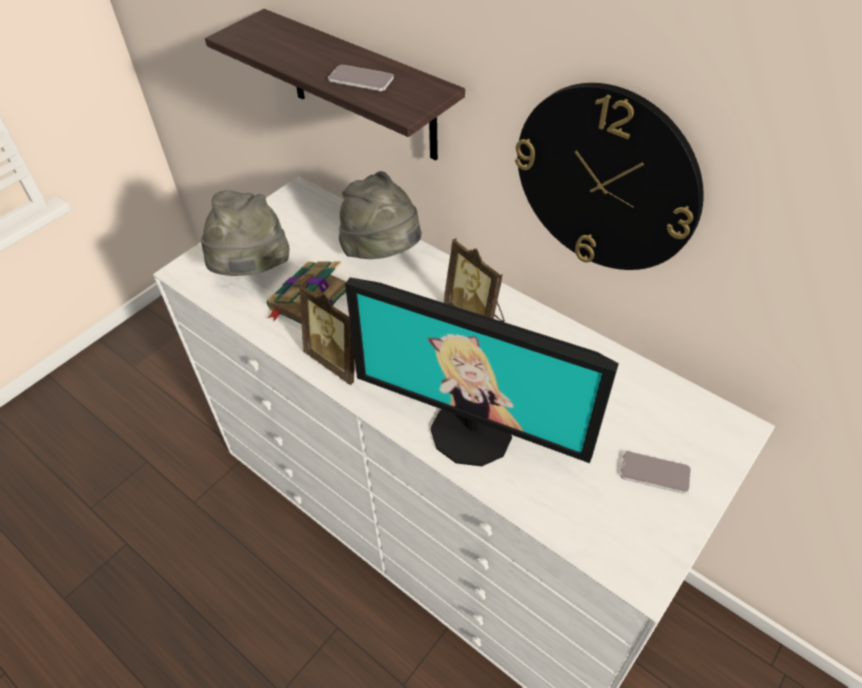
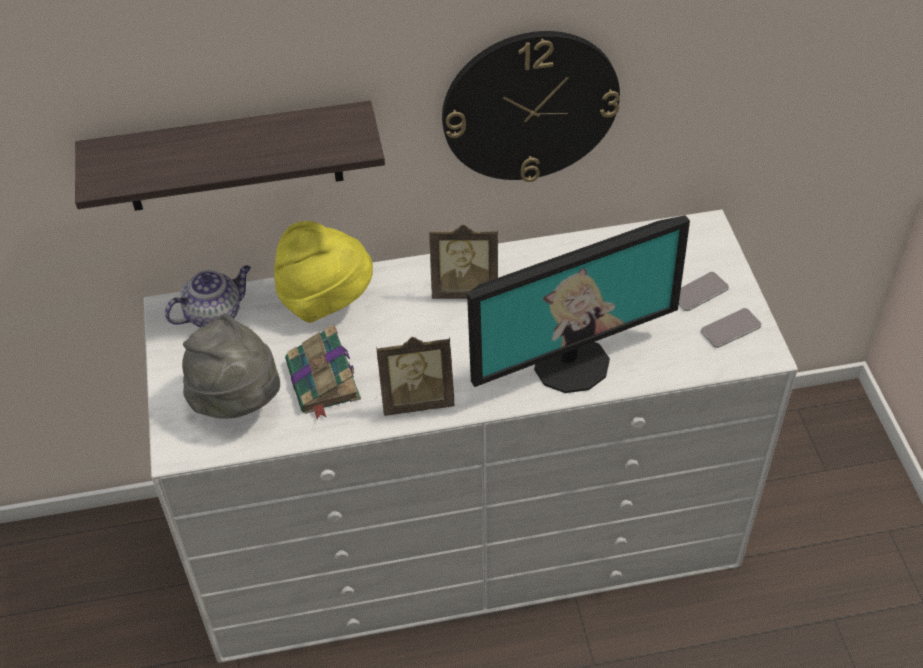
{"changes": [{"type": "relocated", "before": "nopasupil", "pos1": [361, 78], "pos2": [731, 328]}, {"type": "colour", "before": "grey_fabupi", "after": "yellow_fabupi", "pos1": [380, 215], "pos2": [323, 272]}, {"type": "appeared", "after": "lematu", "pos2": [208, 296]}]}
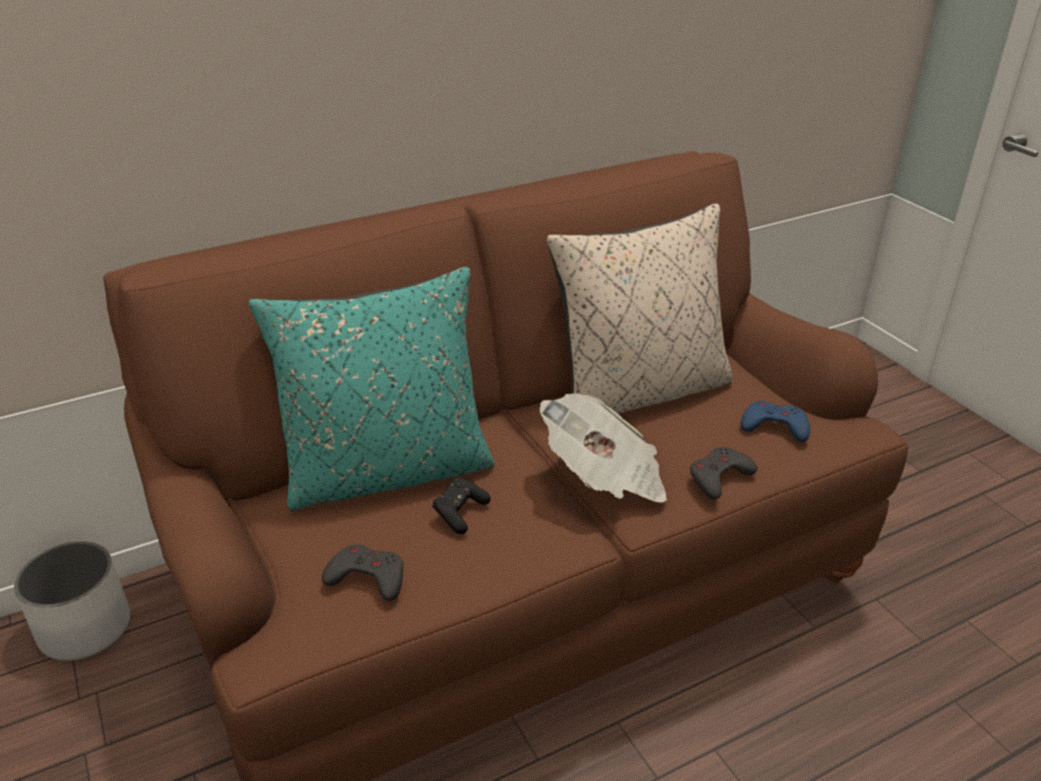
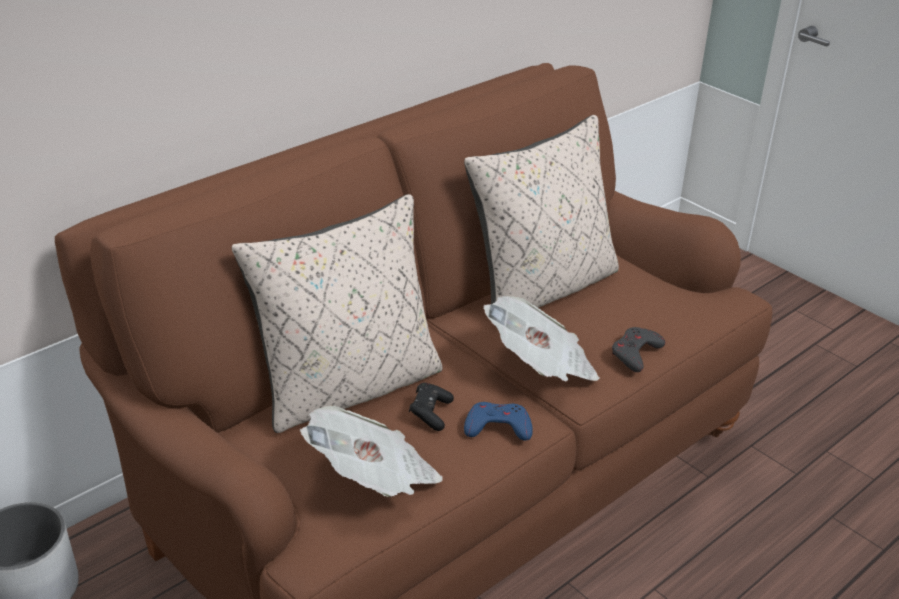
{"changes": [{"type": "colour", "before": "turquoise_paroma", "after": "beige_paroma", "pos1": [371, 388], "pos2": [337, 313]}, {"type": "exchanged", "before": "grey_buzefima", "after": "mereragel", "pos1": [362, 572], "pos2": [371, 451]}, {"type": "relocated", "before": "blue_buzefima", "pos1": [775, 420], "pos2": [498, 421]}]}
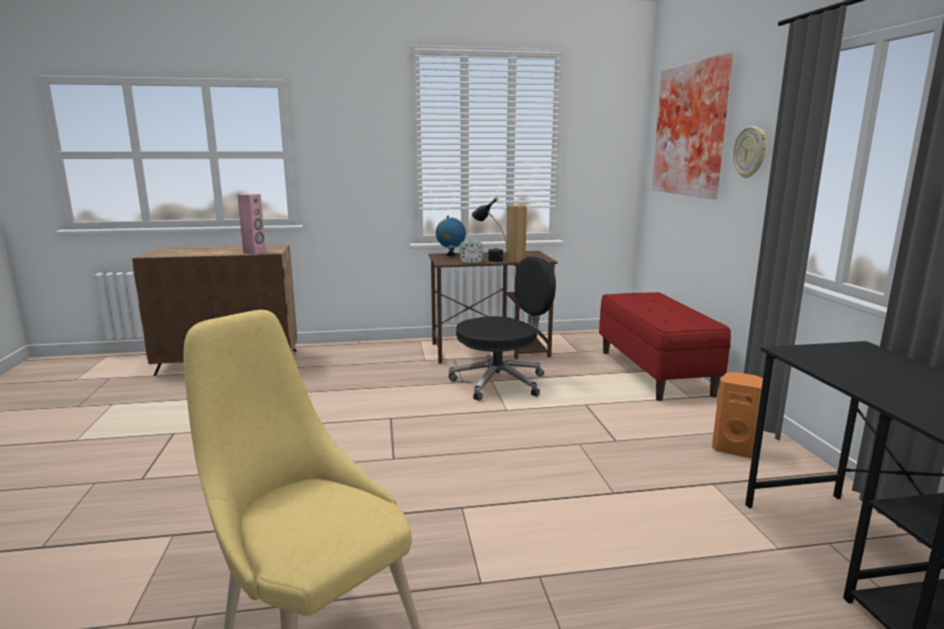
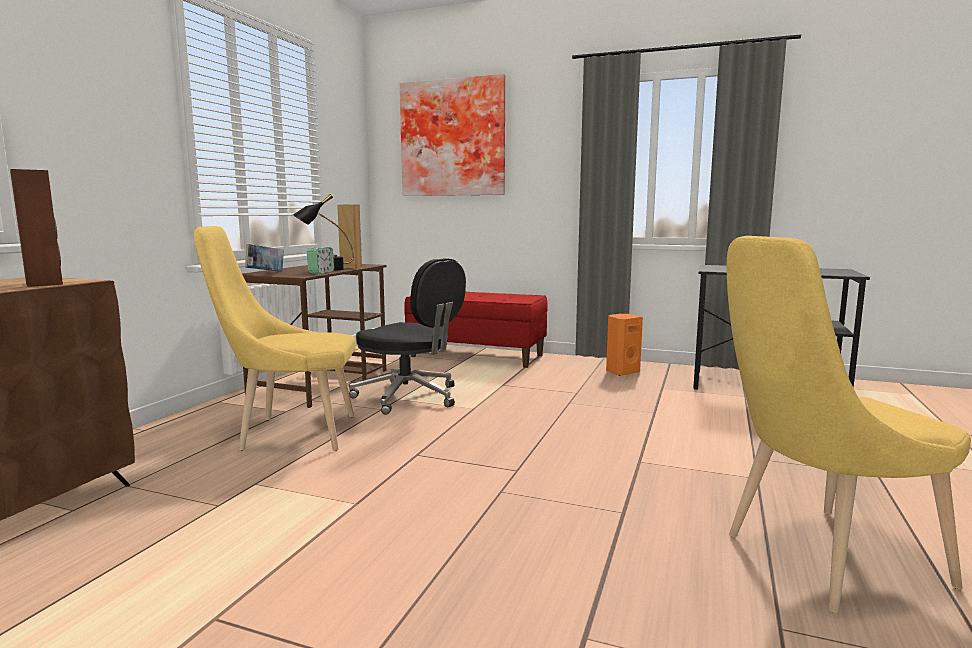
{"changes": [{"type": "colour", "before": "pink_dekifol", "after": "brown_dekifol", "pos1": [251, 224], "pos2": [36, 228]}, {"type": "exchanged", "before": "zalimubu", "after": "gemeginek", "pos1": [451, 236], "pos2": [264, 258]}, {"type": "spun", "before": "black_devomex", "pos1": [502, 328], "pos2": [407, 336], "turn": 120}, {"type": "missing", "before": "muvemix", "pos1": [749, 152]}, {"type": "appeared", "after": "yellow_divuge", "pos2": [274, 338]}]}
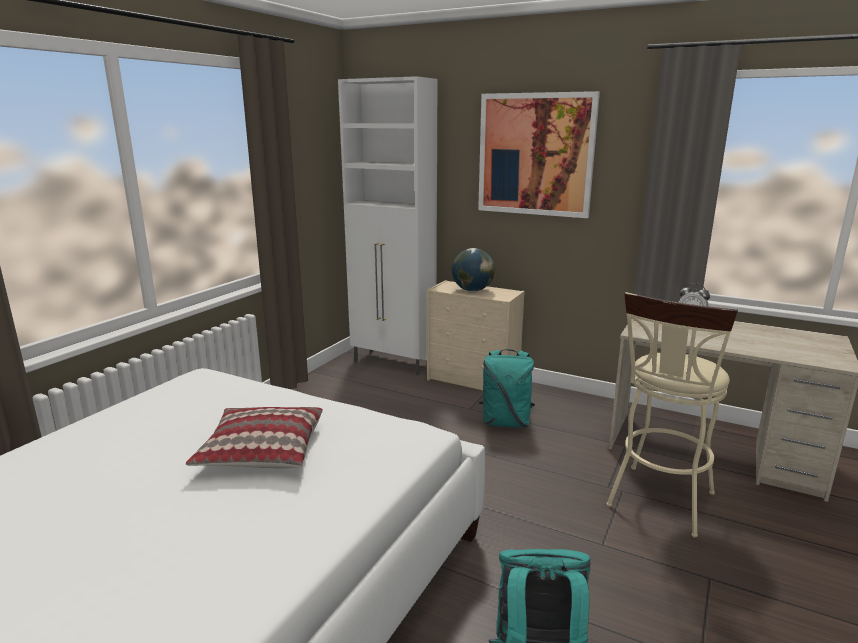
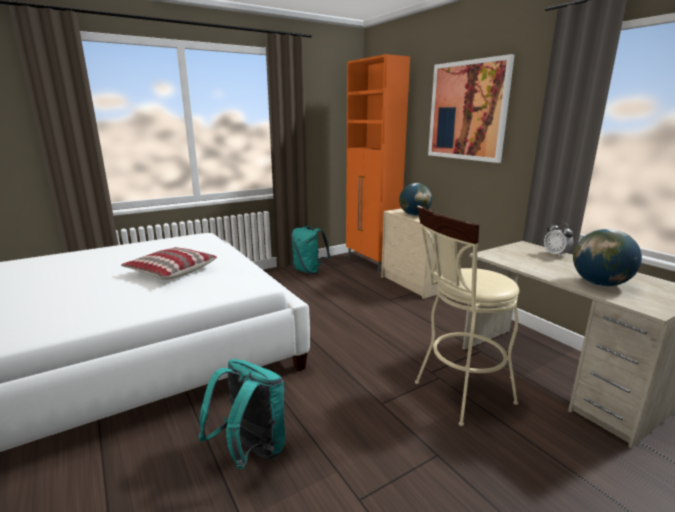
{"changes": [{"type": "colour", "before": "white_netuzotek", "after": "orange_netuzotek", "pos1": [387, 225], "pos2": [378, 164]}, {"type": "relocated", "before": "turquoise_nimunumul", "pos1": [507, 388], "pos2": [310, 250]}, {"type": "appeared", "after": "zalimubu", "pos2": [607, 257]}]}
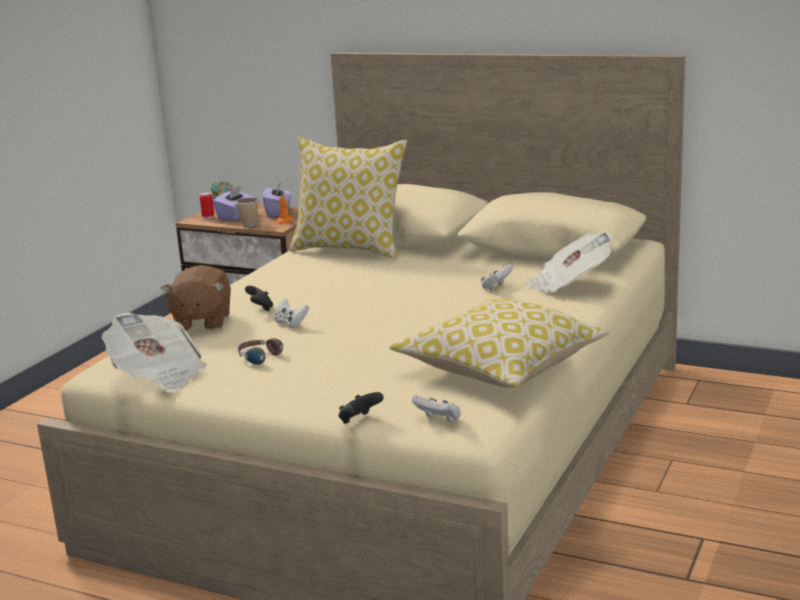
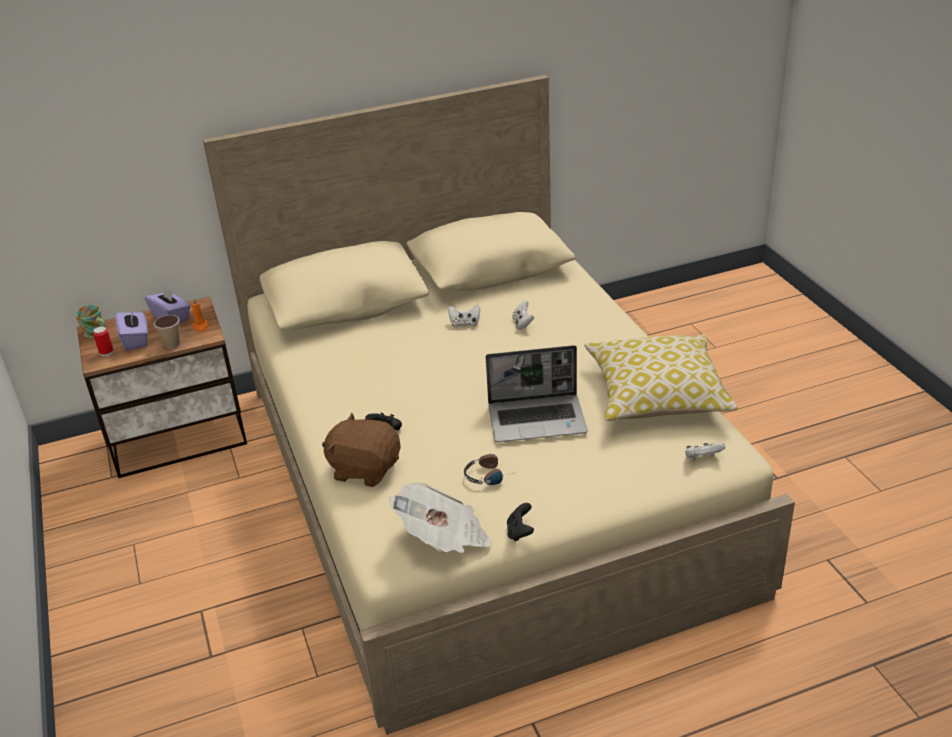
{"changes": [{"type": "spun", "before": "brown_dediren", "pos1": [196, 298], "pos2": [361, 450], "turn": 150}, {"type": "relocated", "before": "white_buzefima", "pos1": [291, 313], "pos2": [464, 316]}, {"type": "missing", "before": "paroma", "pos1": [348, 198]}, {"type": "relocated", "before": "black_buzefima", "pos1": [361, 408], "pos2": [520, 522]}, {"type": "missing", "before": "mereragel", "pos1": [569, 262]}, {"type": "appeared", "after": "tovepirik", "pos2": [537, 393]}]}
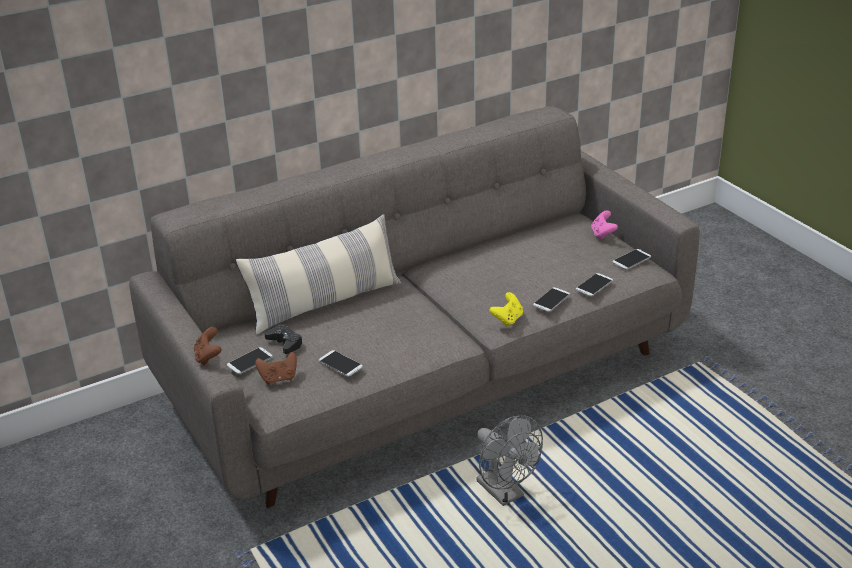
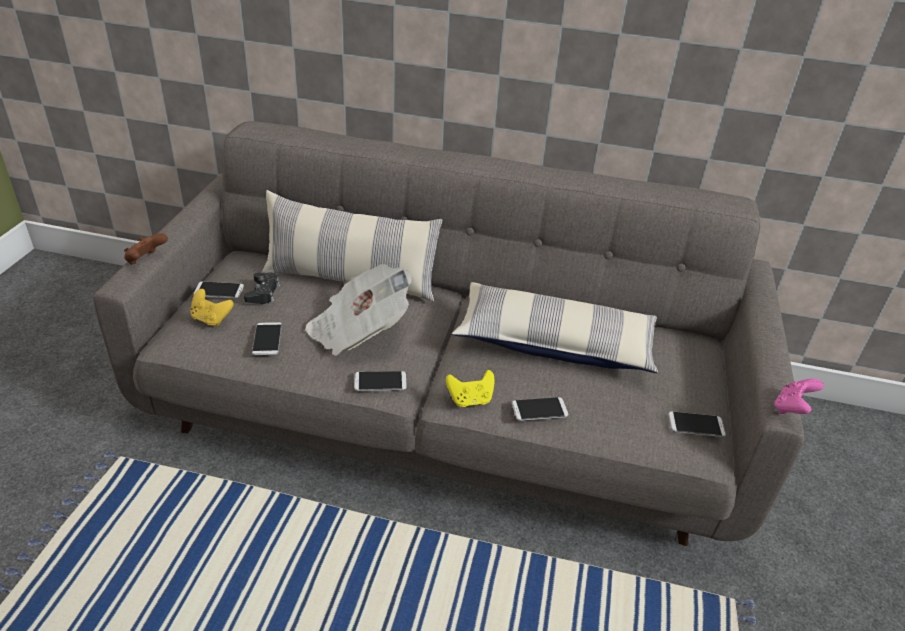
{"changes": [{"type": "colour", "before": "brown_buzefima", "after": "yellow_buzefima", "pos1": [276, 368], "pos2": [212, 308]}, {"type": "missing", "before": "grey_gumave", "pos1": [509, 460]}, {"type": "relocated", "before": "nopasupil", "pos1": [594, 284], "pos2": [380, 381]}, {"type": "relocated", "before": "pink_buzefima", "pos1": [604, 225], "pos2": [799, 396]}, {"type": "appeared", "after": "mereragel", "pos2": [359, 310]}, {"type": "appeared", "after": "paroma", "pos2": [555, 327]}]}
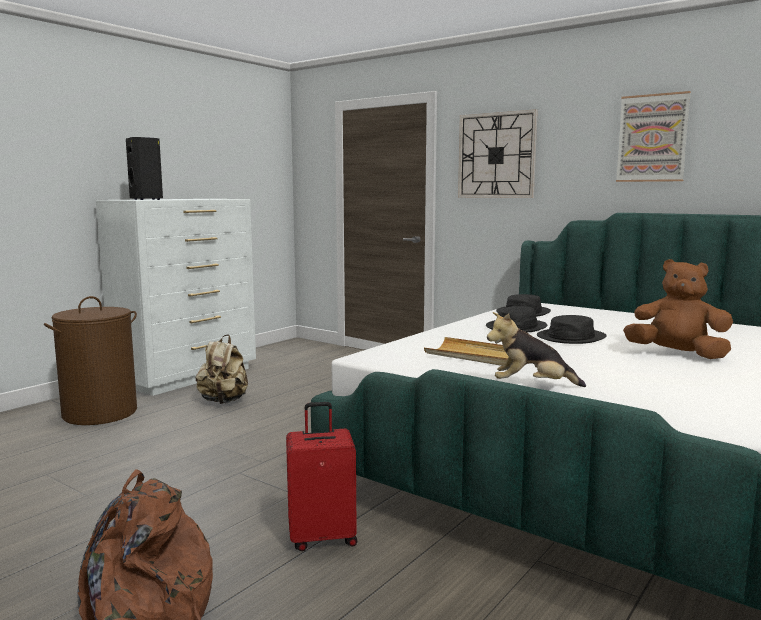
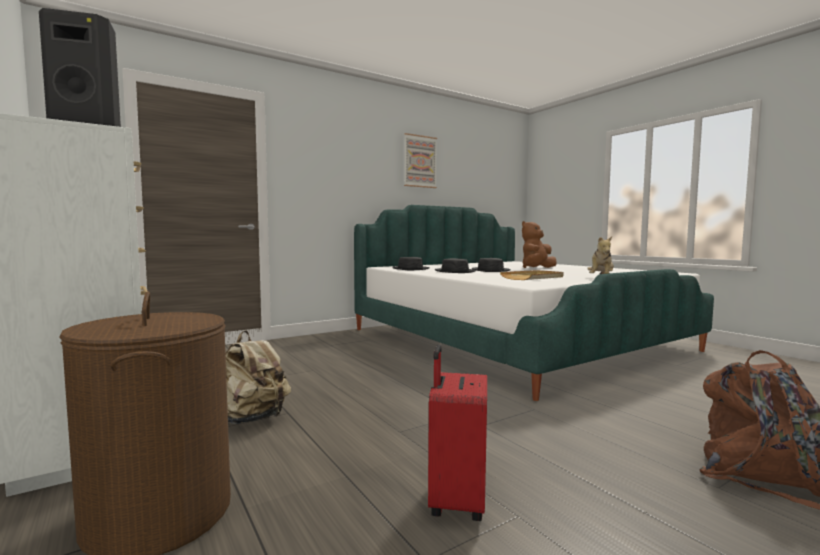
{"changes": [{"type": "relocated", "before": "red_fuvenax", "pos1": [321, 476], "pos2": [457, 433]}, {"type": "missing", "before": "muvemix", "pos1": [498, 153]}]}
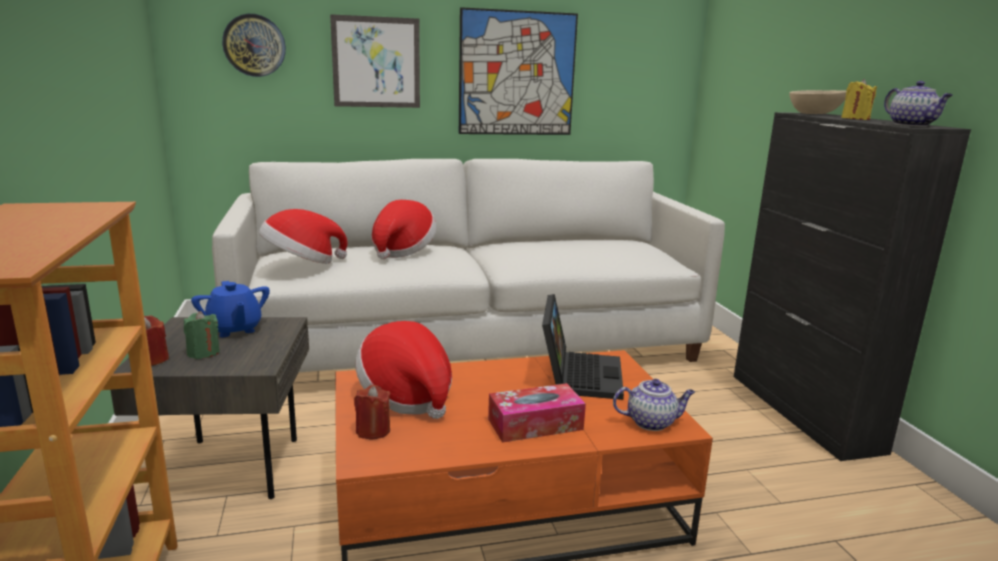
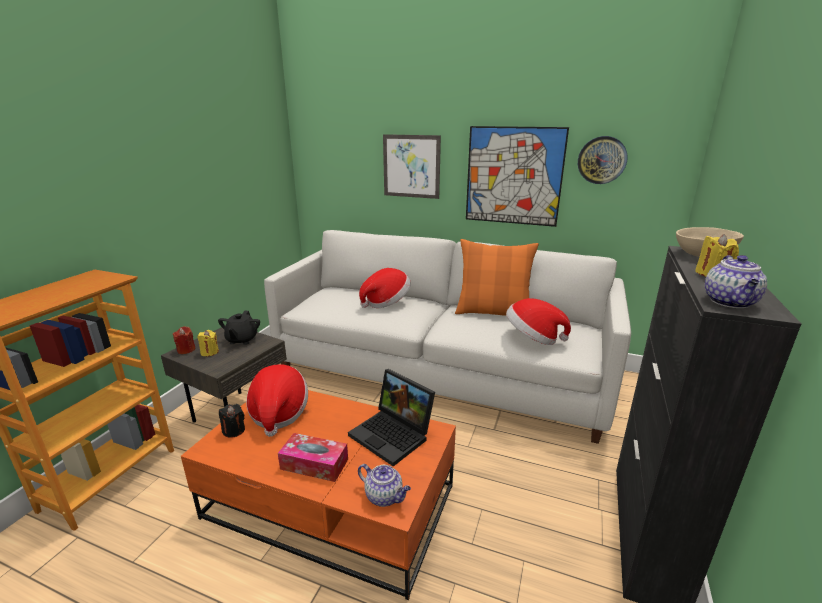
{"changes": [{"type": "colour", "before": "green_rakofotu", "after": "yellow_rakofotu", "pos1": [202, 335], "pos2": [208, 343]}, {"type": "colour", "before": "blue_lematu", "after": "black_lematu", "pos1": [230, 309], "pos2": [239, 328]}, {"type": "relocated", "before": "muvemix", "pos1": [254, 45], "pos2": [603, 160]}, {"type": "relocated", "before": "fabupi", "pos1": [303, 236], "pos2": [538, 321]}, {"type": "colour", "before": "red_rakofotu", "after": "black_rakofotu", "pos1": [372, 412], "pos2": [232, 421]}, {"type": "spun", "before": "tovepirik", "pos1": [583, 347], "pos2": [391, 417], "turn": 90}, {"type": "appeared", "after": "orange_paroma", "pos2": [497, 277]}]}
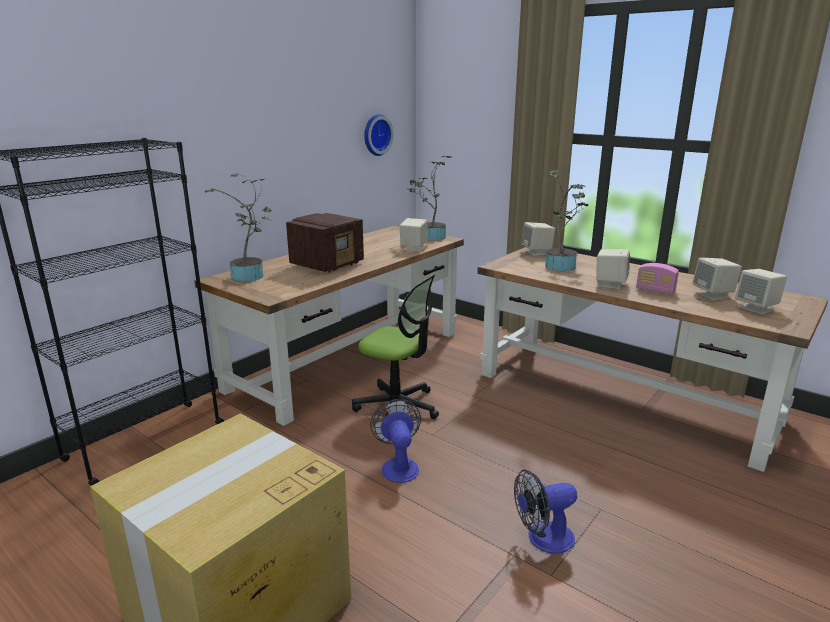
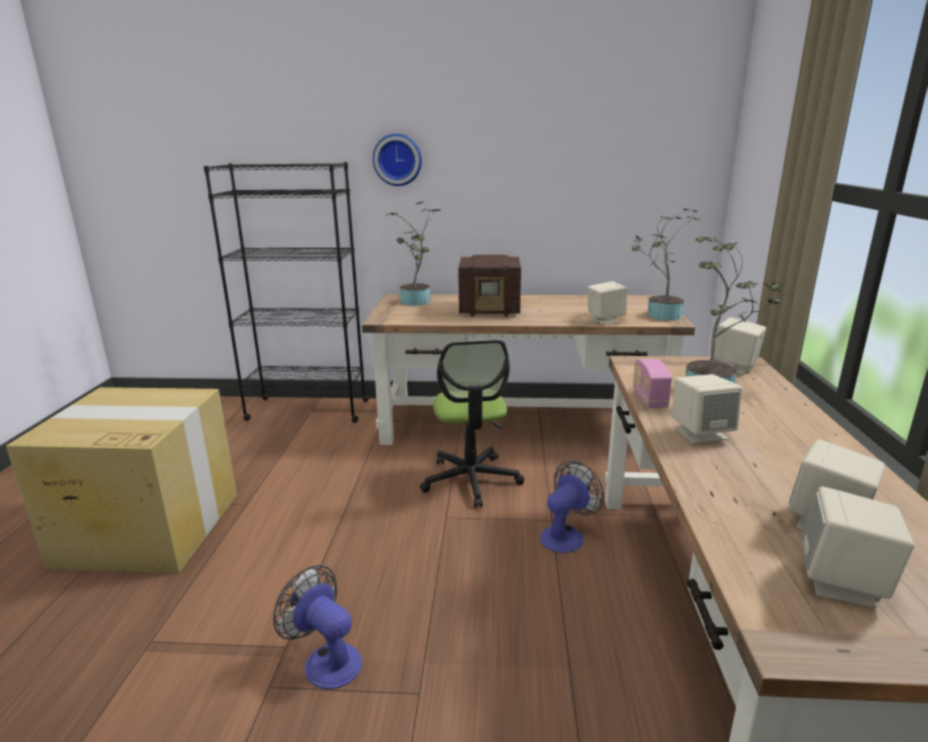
{"changes": [{"type": "relocated", "before": "muvemix", "pos1": [379, 135], "pos2": [397, 160]}, {"type": "relocated", "before": "gumave", "pos1": [395, 441], "pos2": [572, 507]}, {"type": "relocated", "before": "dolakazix", "pos1": [657, 278], "pos2": [652, 383]}]}
